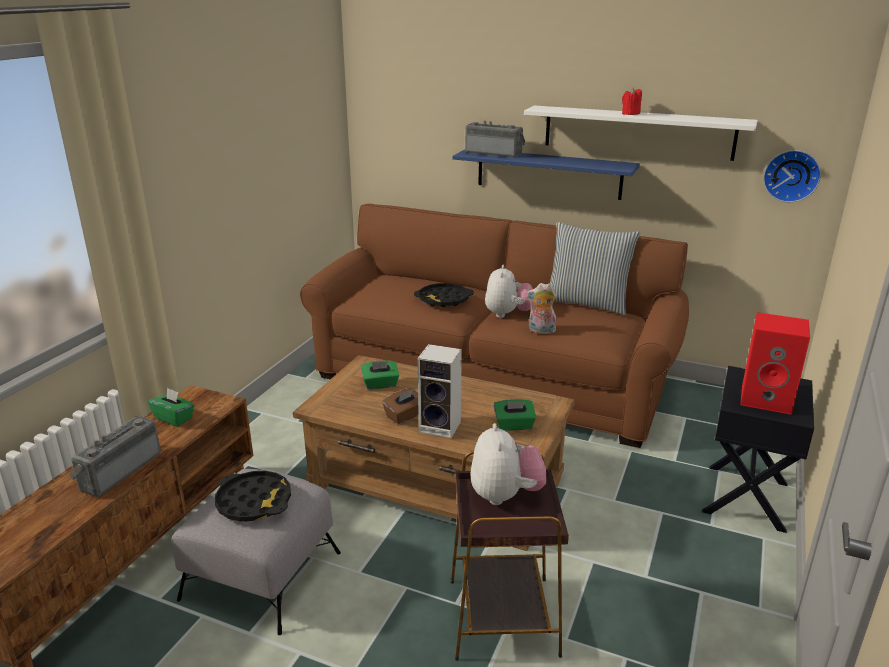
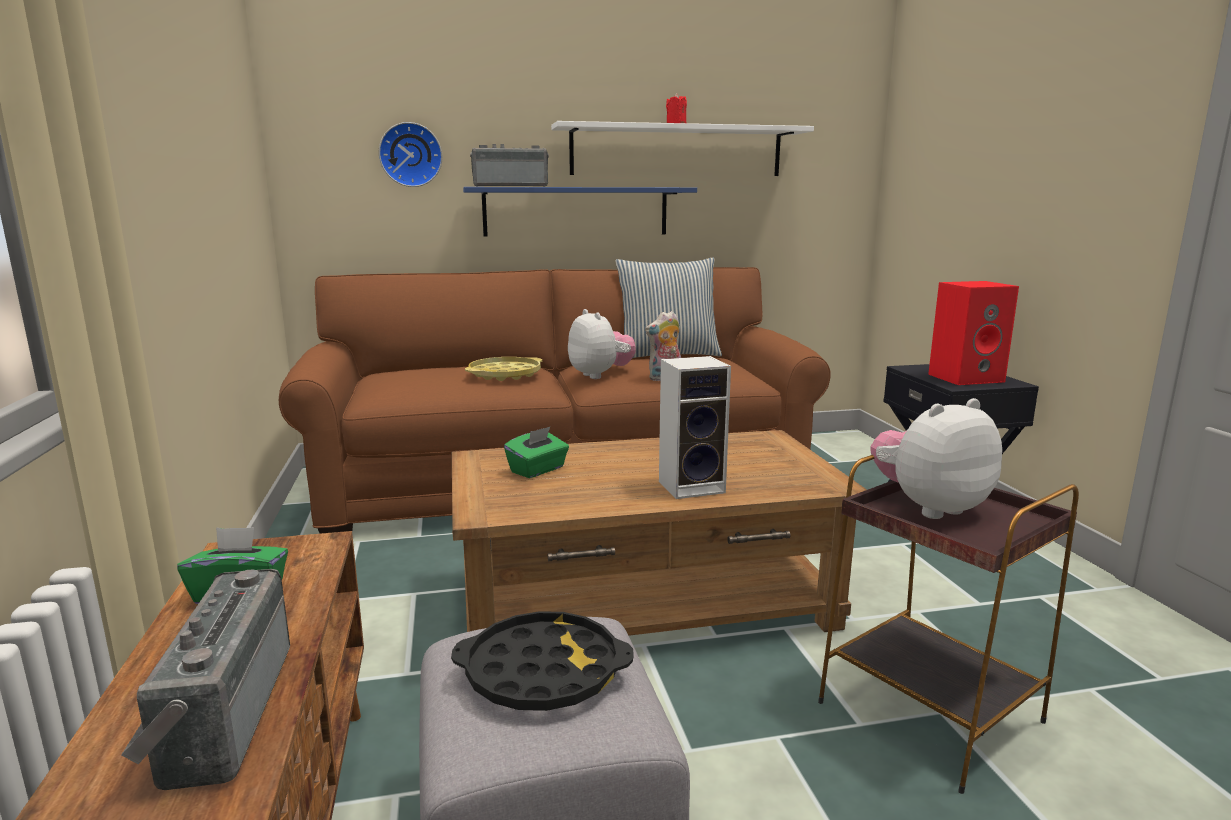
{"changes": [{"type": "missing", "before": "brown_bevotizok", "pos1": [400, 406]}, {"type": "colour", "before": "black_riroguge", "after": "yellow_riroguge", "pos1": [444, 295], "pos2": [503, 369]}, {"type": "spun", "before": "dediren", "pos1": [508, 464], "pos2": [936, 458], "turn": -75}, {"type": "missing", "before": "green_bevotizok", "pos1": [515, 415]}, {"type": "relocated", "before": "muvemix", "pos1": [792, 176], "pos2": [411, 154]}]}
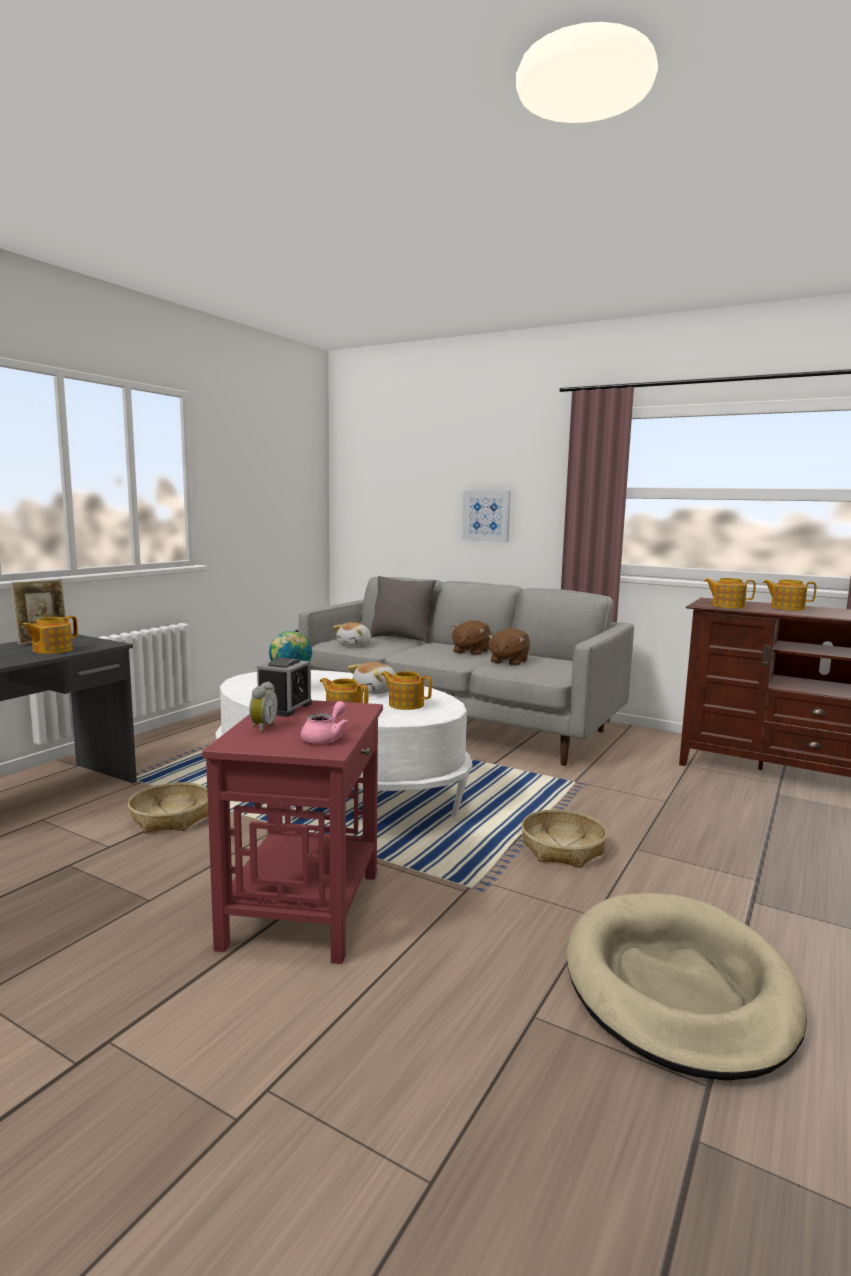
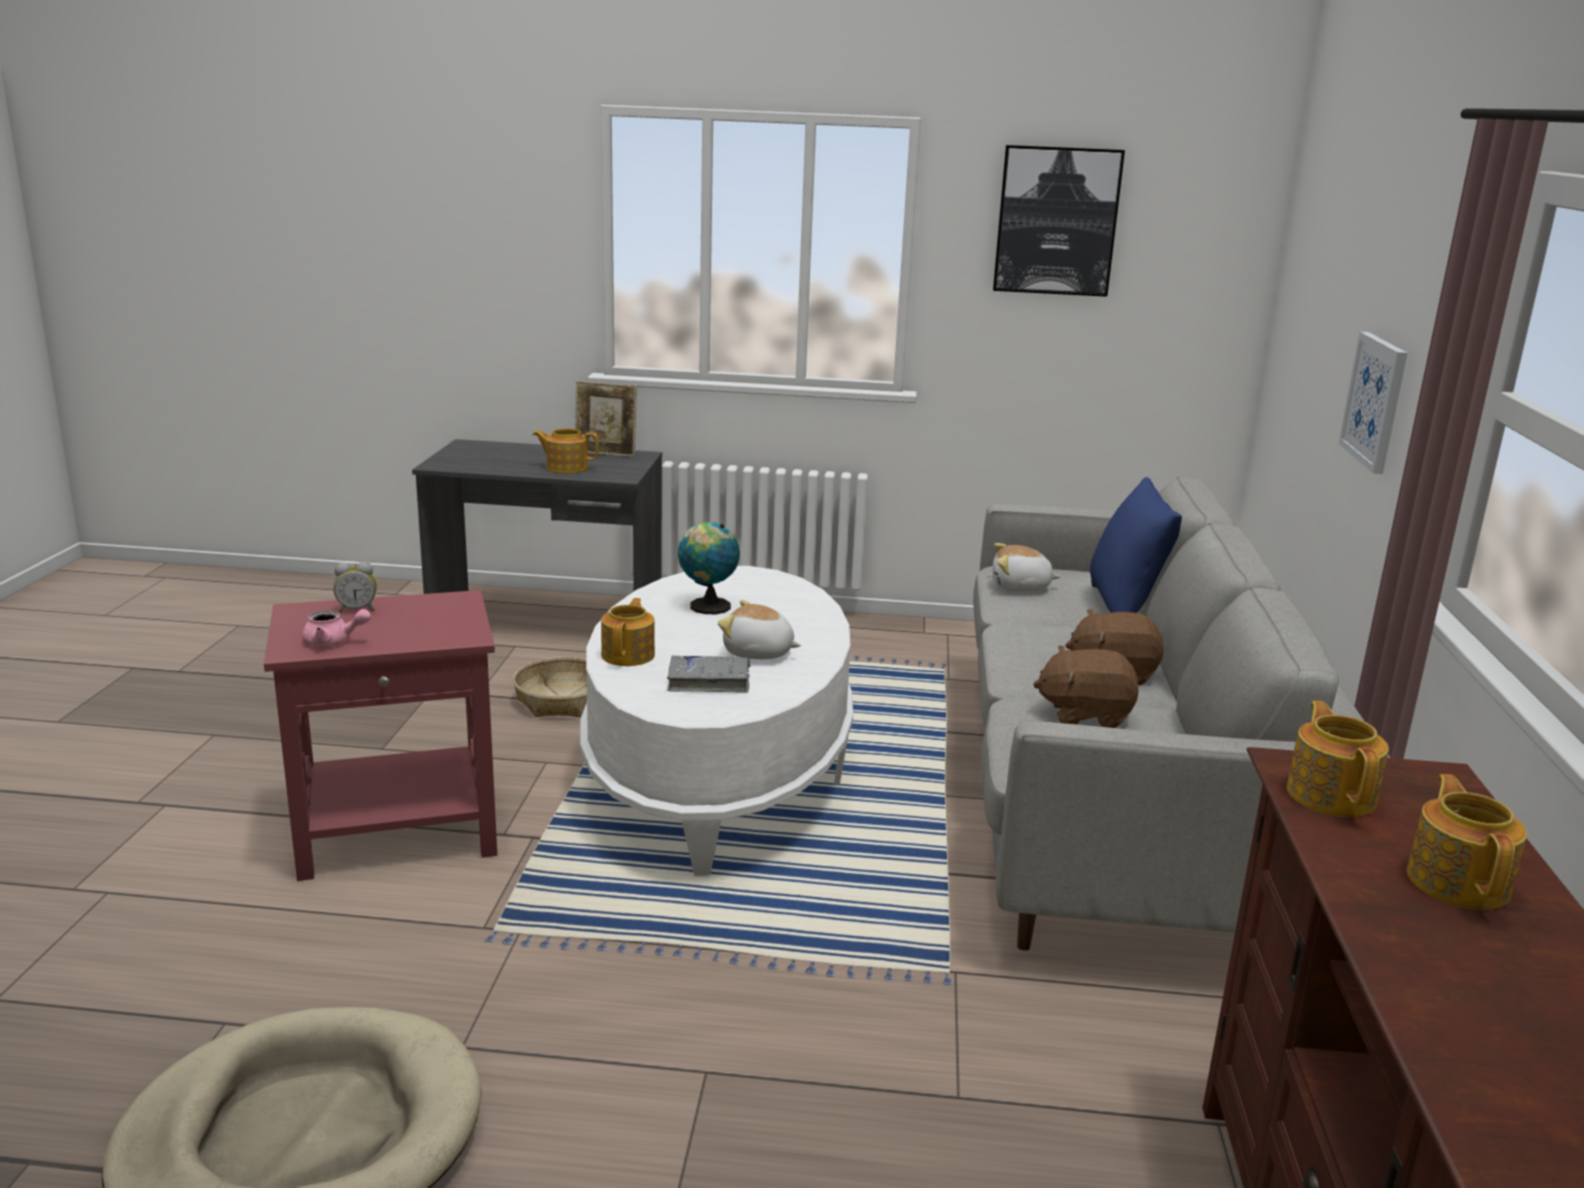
{"changes": [{"type": "missing", "before": "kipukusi", "pos1": [284, 687]}, {"type": "colour", "before": "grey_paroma", "after": "blue_paroma", "pos1": [403, 609], "pos2": [1136, 545]}, {"type": "exchanged", "before": "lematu", "after": "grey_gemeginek", "pos1": [406, 690], "pos2": [708, 673]}, {"type": "missing", "before": "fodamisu", "pos1": [564, 838]}, {"type": "appeared", "after": "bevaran", "pos2": [1059, 221]}]}
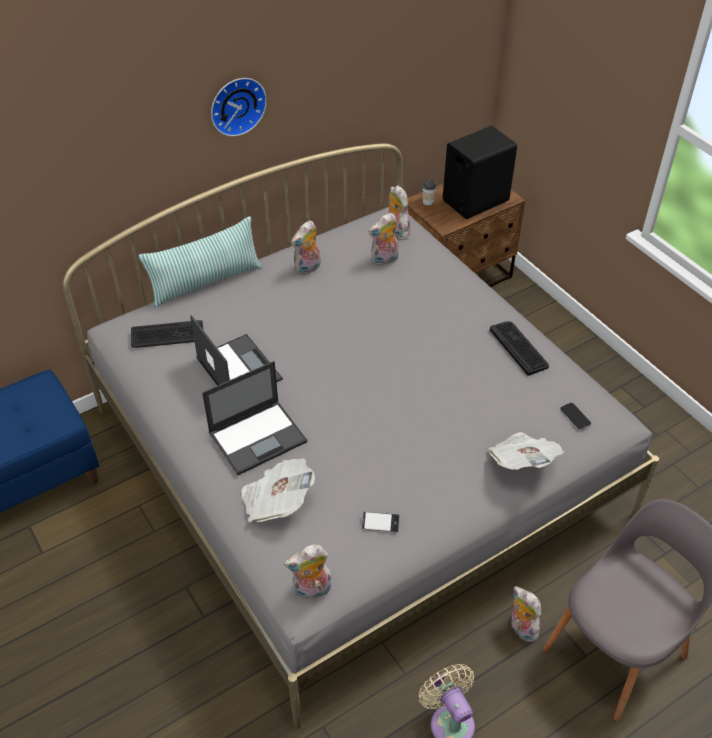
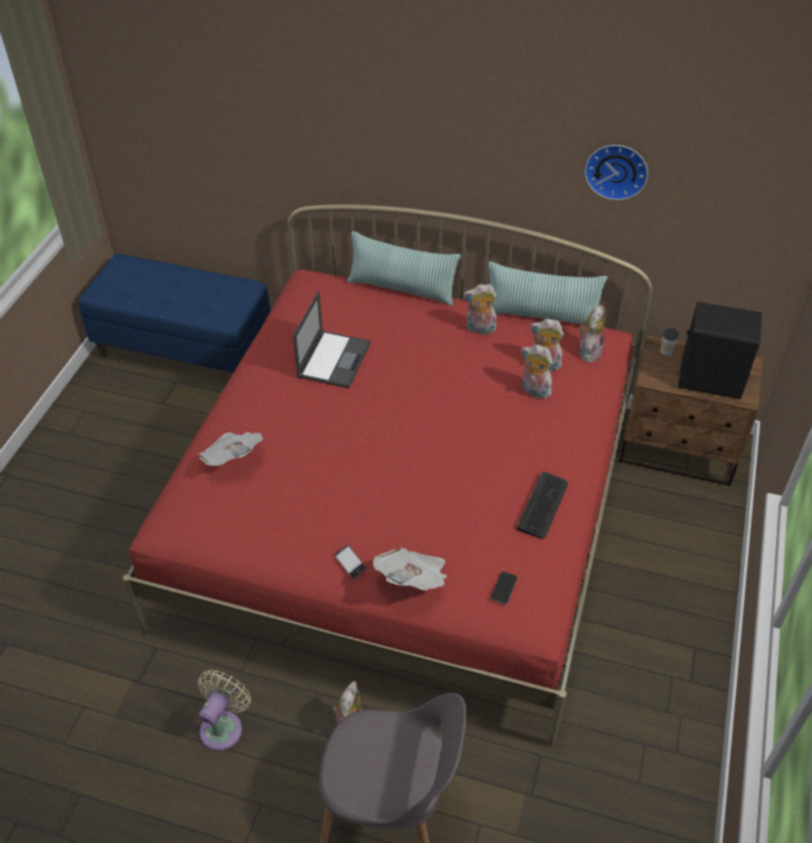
{"changes": [{"type": "colour", "before": "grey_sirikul", "after": "red_sirikul", "pos1": [361, 436], "pos2": [388, 475]}, {"type": "missing", "before": "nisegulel", "pos1": [167, 334]}, {"type": "missing", "before": "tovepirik", "pos1": [254, 418]}, {"type": "relocated", "before": "muvemix", "pos1": [239, 107], "pos2": [616, 172]}, {"type": "relocated", "before": "dediren", "pos1": [308, 572], "pos2": [537, 372]}, {"type": "relocated", "before": "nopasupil", "pos1": [380, 522], "pos2": [350, 562]}, {"type": "appeared", "after": "paroma", "pos2": [548, 293]}]}
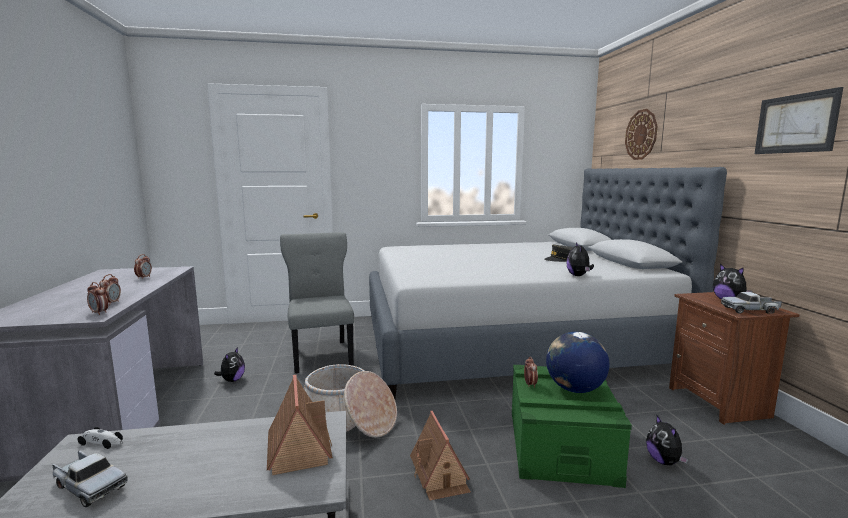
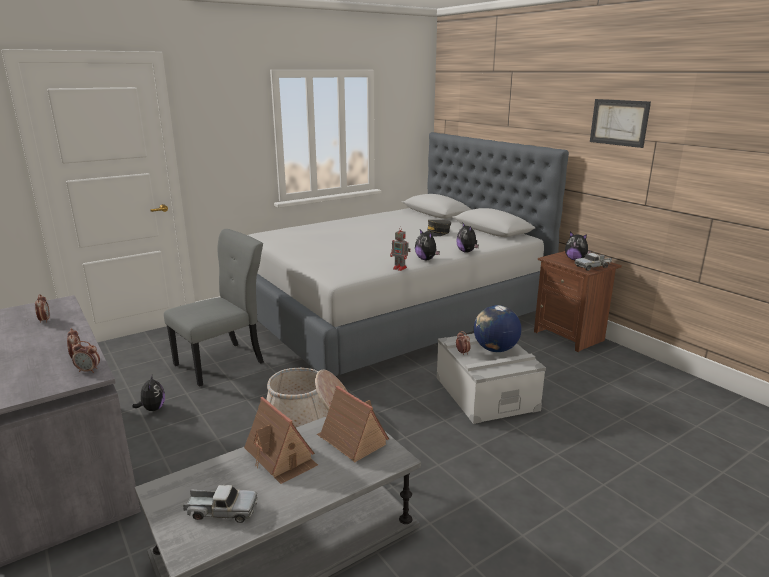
{"changes": [{"type": "missing", "before": "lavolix", "pos1": [100, 438]}, {"type": "spun", "before": "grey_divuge", "pos1": [317, 302], "pos2": [214, 308], "turn": 90}, {"type": "relocated", "before": "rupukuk", "pos1": [440, 455], "pos2": [281, 440]}, {"type": "colour", "before": "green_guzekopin", "after": "grey_guzekopin", "pos1": [572, 426], "pos2": [491, 378]}, {"type": "missing", "before": "muvemix", "pos1": [641, 134]}, {"type": "relocated", "before": "dediren", "pos1": [667, 439], "pos2": [427, 244]}, {"type": "appeared", "after": "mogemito", "pos2": [400, 248]}]}
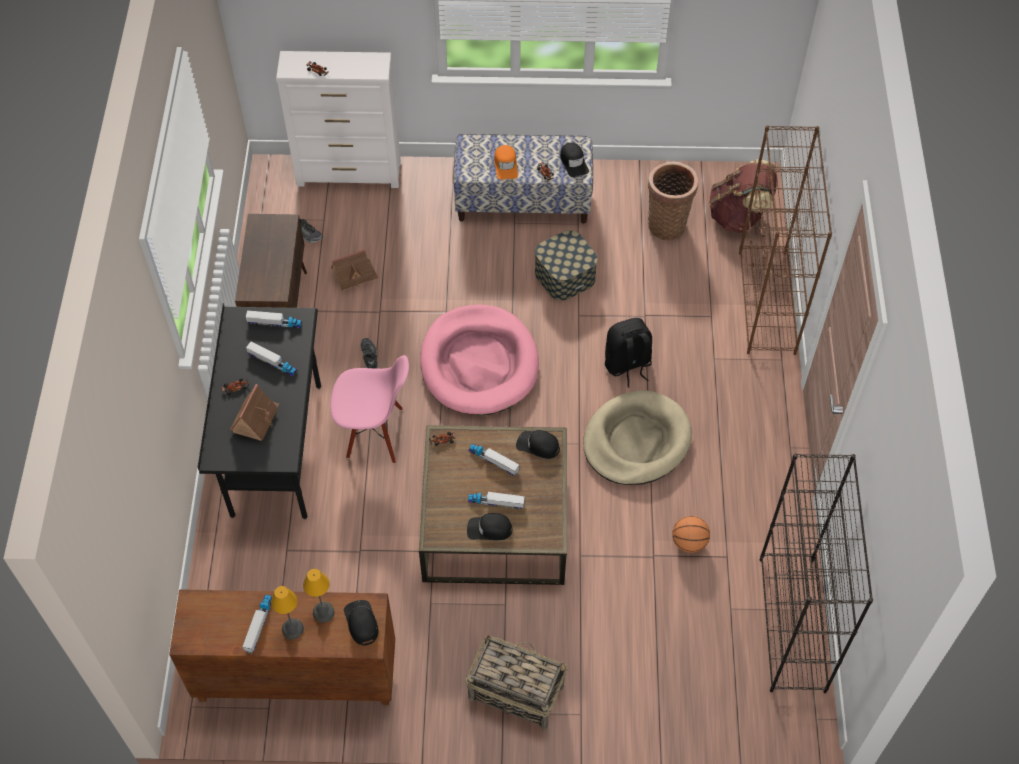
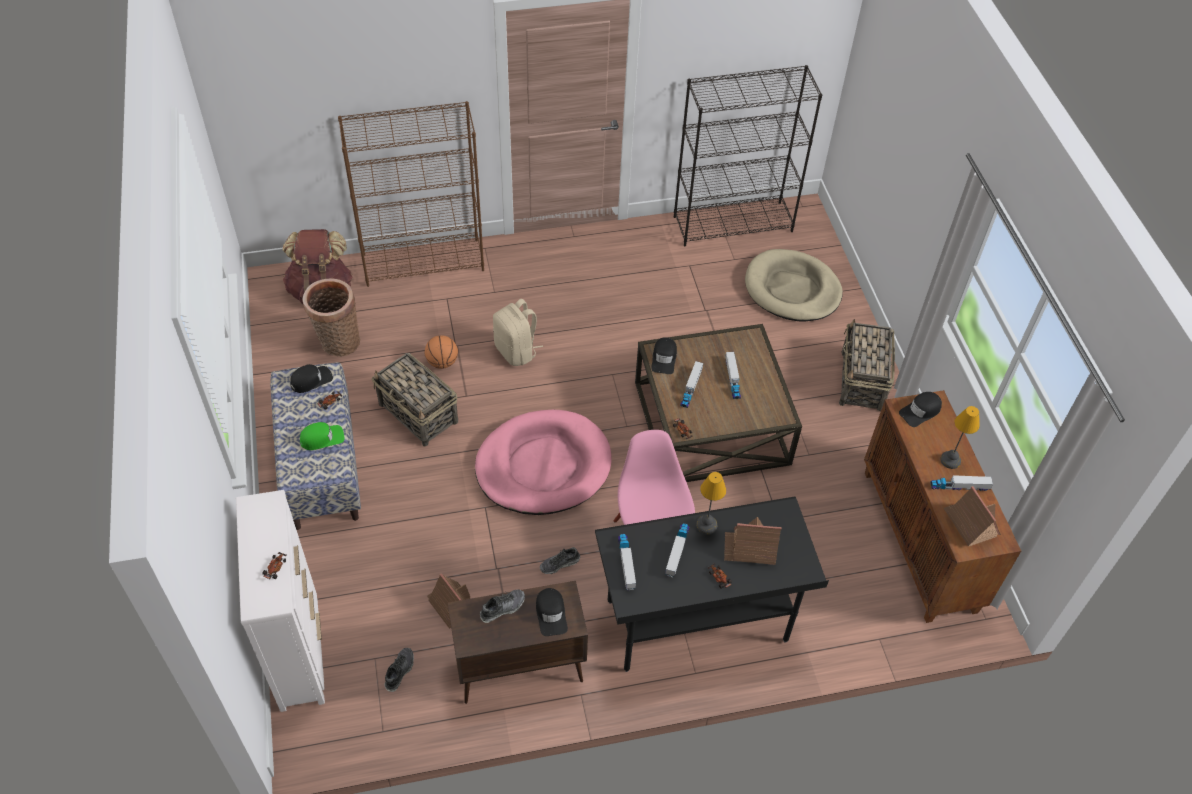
{"changes": [{"type": "relocated", "before": "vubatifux", "pos1": [319, 596], "pos2": [711, 503]}, {"type": "relocated", "before": "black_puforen", "pos1": [489, 526], "pos2": [552, 612]}, {"type": "colour", "before": "orange_puforen", "after": "green_puforen", "pos1": [506, 162], "pos2": [322, 436]}, {"type": "exchanged", "before": "guzekopin", "after": "fodamisu", "pos1": [566, 265], "pos2": [415, 399]}, {"type": "relocated", "before": "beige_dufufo", "pos1": [637, 437], "pos2": [794, 285]}, {"type": "colour", "before": "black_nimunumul", "after": "beige_nimunumul", "pos1": [628, 353], "pos2": [518, 332]}, {"type": "relocated", "before": "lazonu", "pos1": [691, 534], "pos2": [441, 352]}, {"type": "appeared", "after": "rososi", "pos2": [502, 606]}, {"type": "appeared", "after": "rupukuk", "pos2": [972, 516]}]}
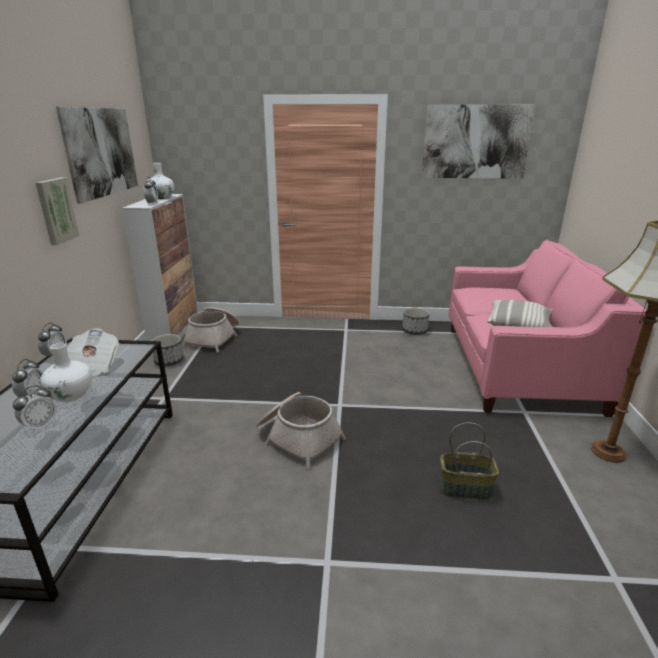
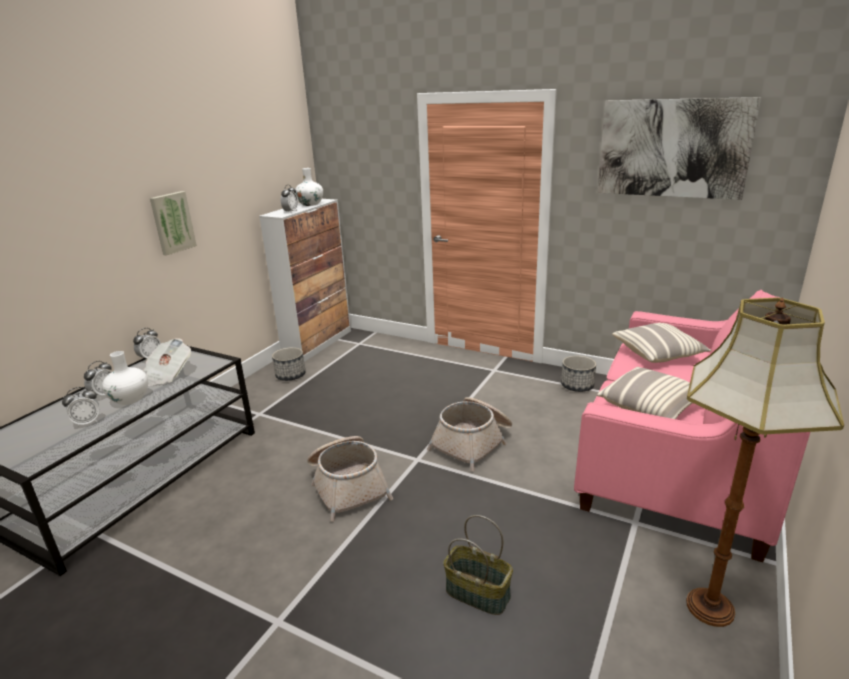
{"changes": [{"type": "missing", "before": "bevaran", "pos1": [97, 155]}, {"type": "relocated", "before": "fodamisu", "pos1": [210, 330], "pos2": [469, 434]}, {"type": "appeared", "after": "paroma", "pos2": [661, 343]}]}
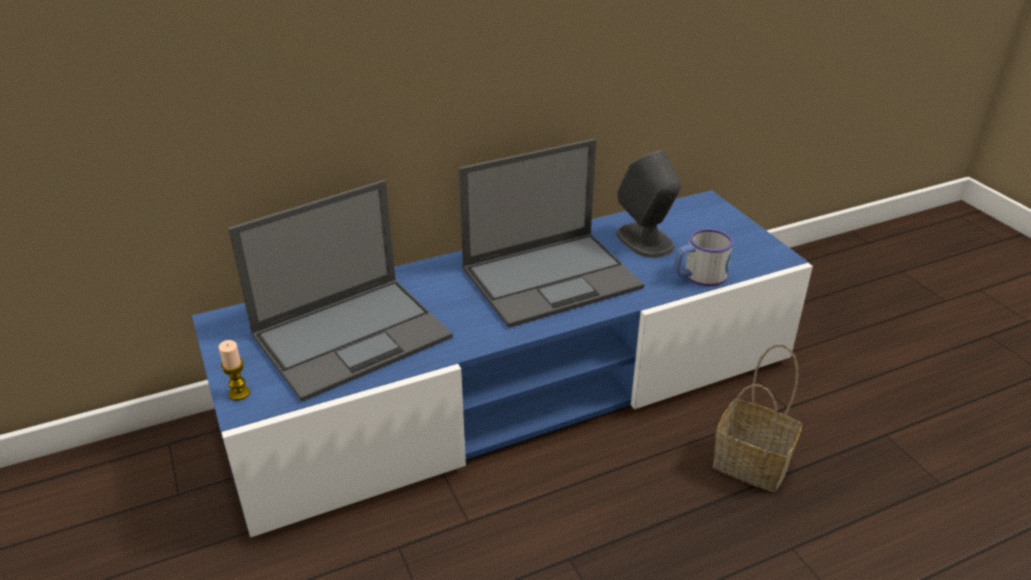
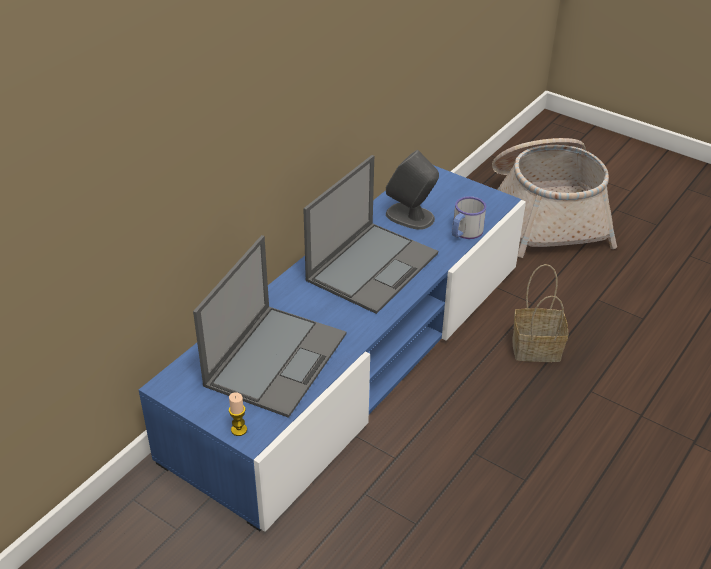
{"changes": [{"type": "appeared", "after": "fodamisu", "pos2": [554, 198]}]}
